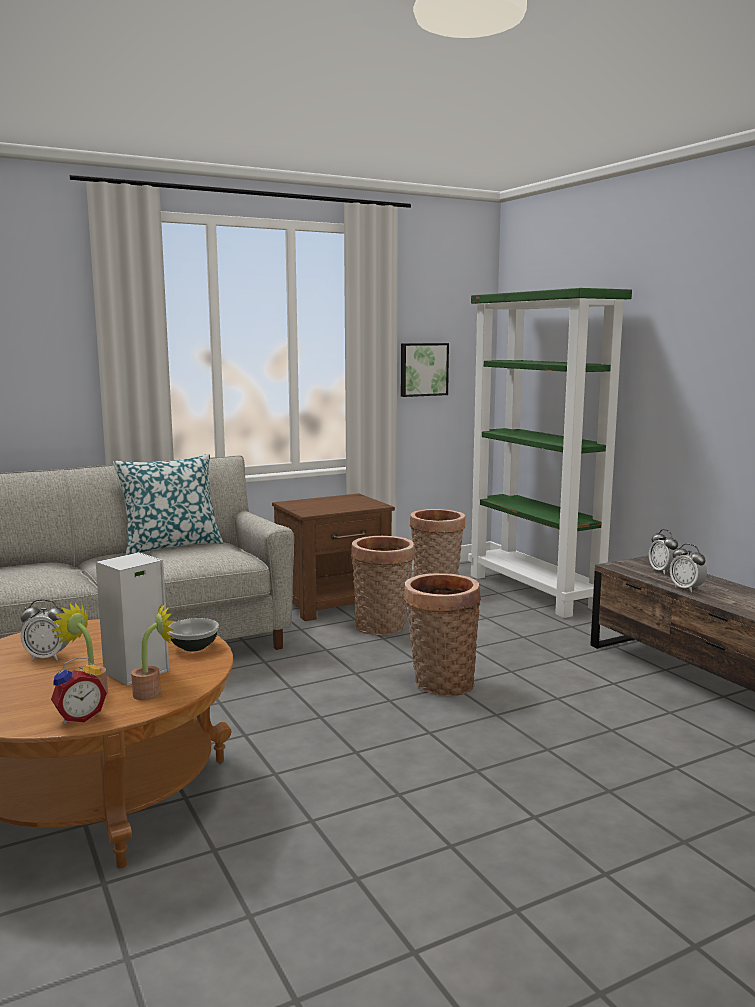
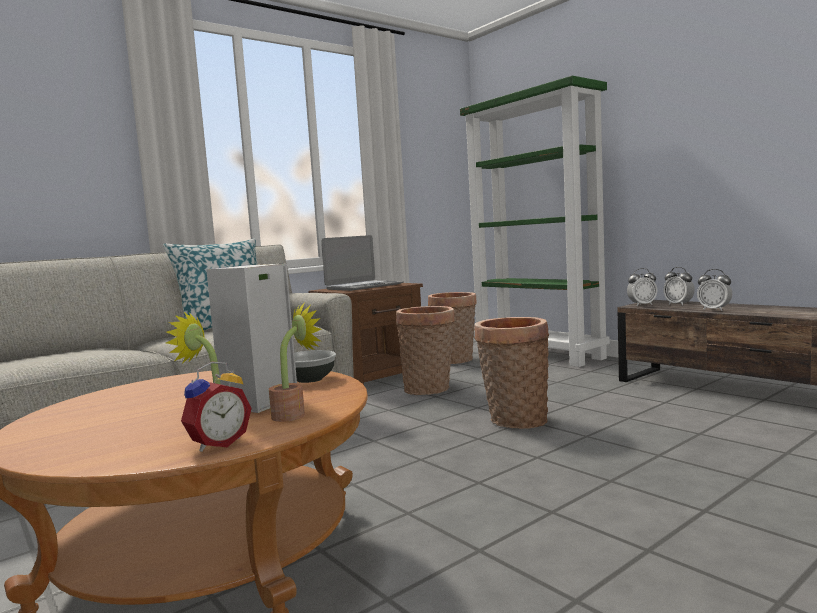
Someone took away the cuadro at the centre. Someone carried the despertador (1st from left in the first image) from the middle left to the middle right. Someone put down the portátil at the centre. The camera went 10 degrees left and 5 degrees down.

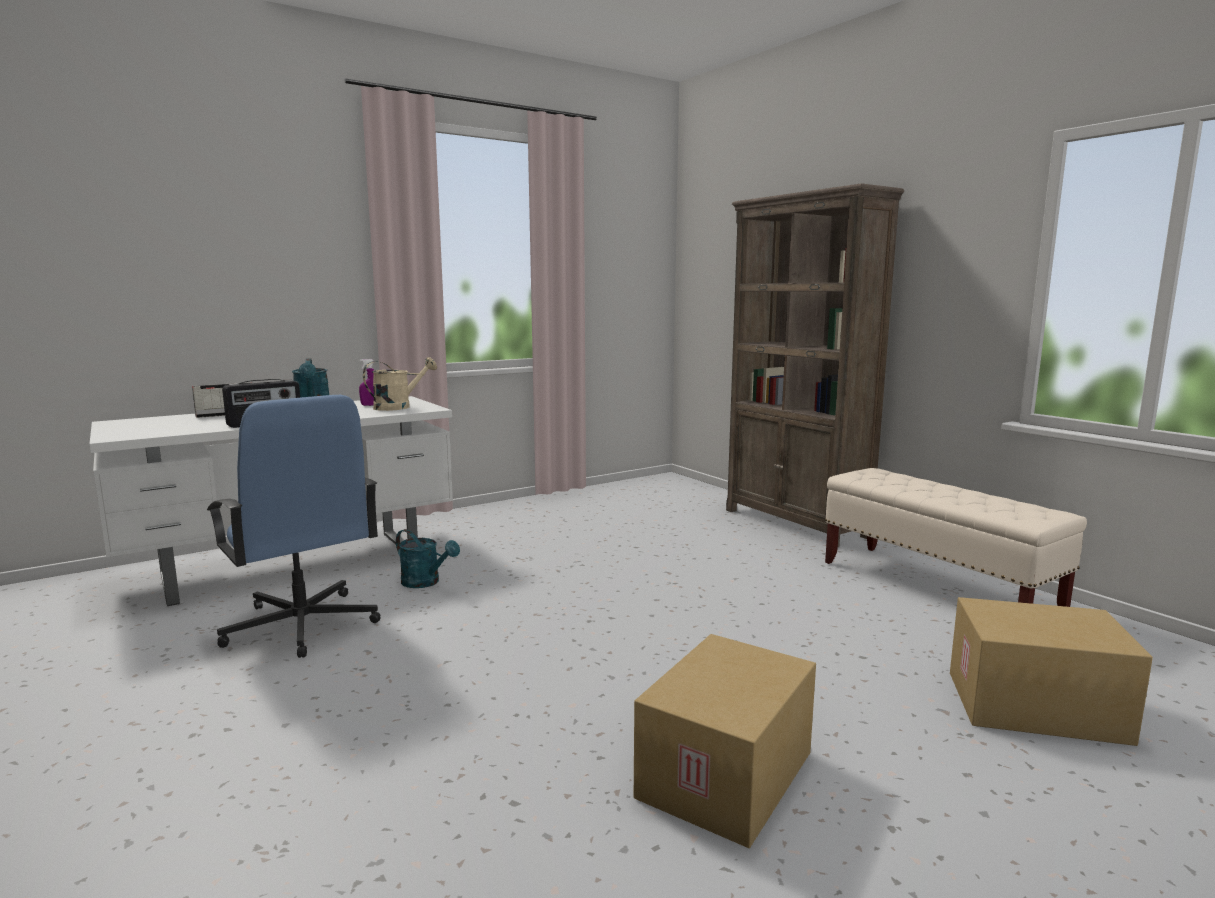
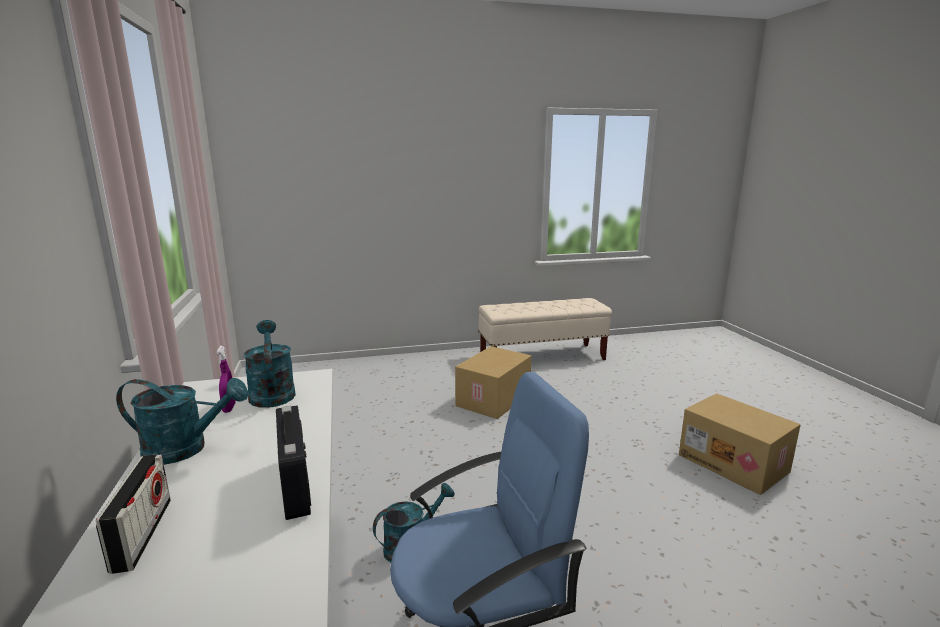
Someone took away the estantería (marrón) at the middle right. Someone repainted the regadera (beis) at the middle left, which became the regadera (turquesa) (2nd from left) at the middle left. Someone carried the caja de cartón (2nd from left in the first image) from the bottom right to the centre. The camera went 70 degrees left and 5 degrees up.

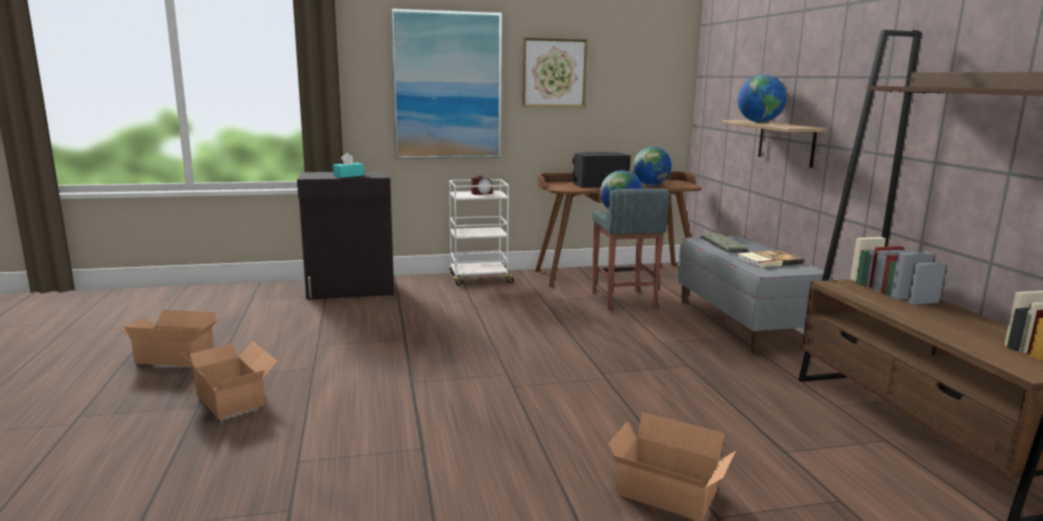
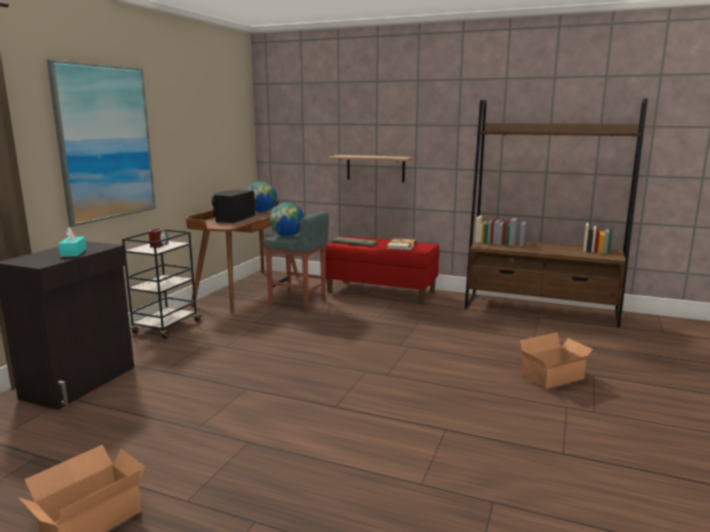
Someone took away the cuadro (2nd from left) at the top centre. Someone took away the globo terráqueo (3rd from left) at the top right. Someone repainted the carrito (blanco) at the centre, which became the carrito (negro) at the middle left. Someone repainted the banco (gris) at the middle right, which became the banco (rojo) at the centre. Someone took away the caja de cartón (2nd from left) at the bottom left. The camera went 55 degrees left and 0 degrees up.

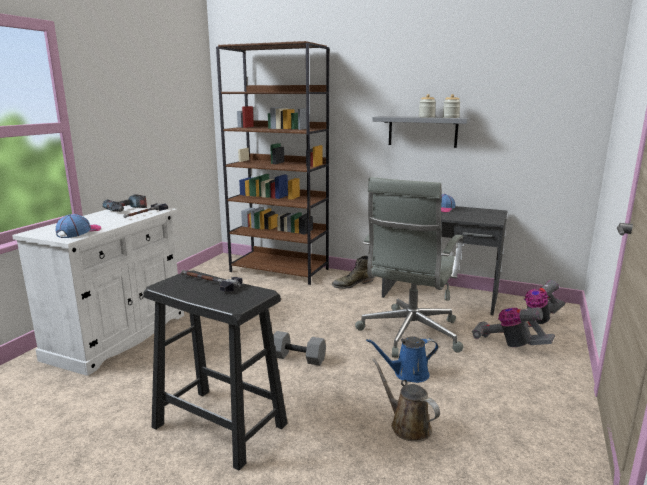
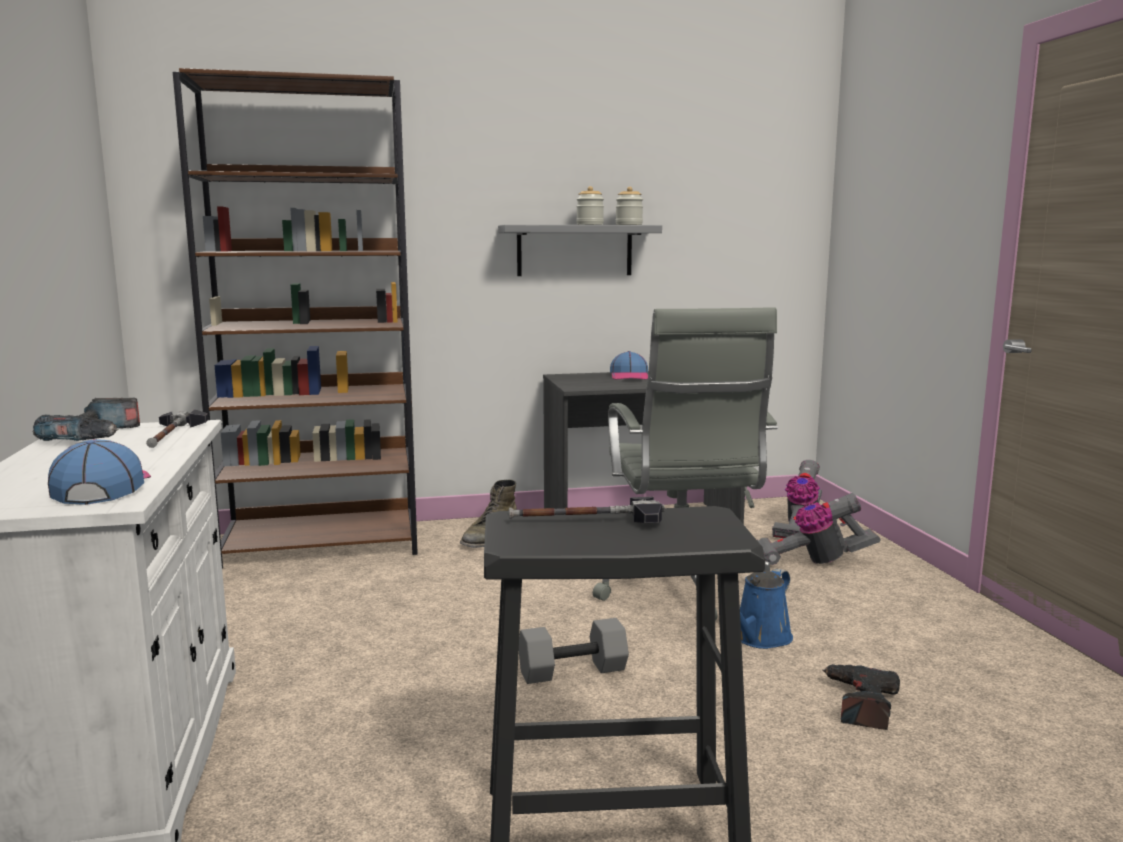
Someone swapped the regadera (marrón) at the bottom centre for the taladro (2nd from left) at the bottom right. The camera went 35 degrees left and 5 degrees down.

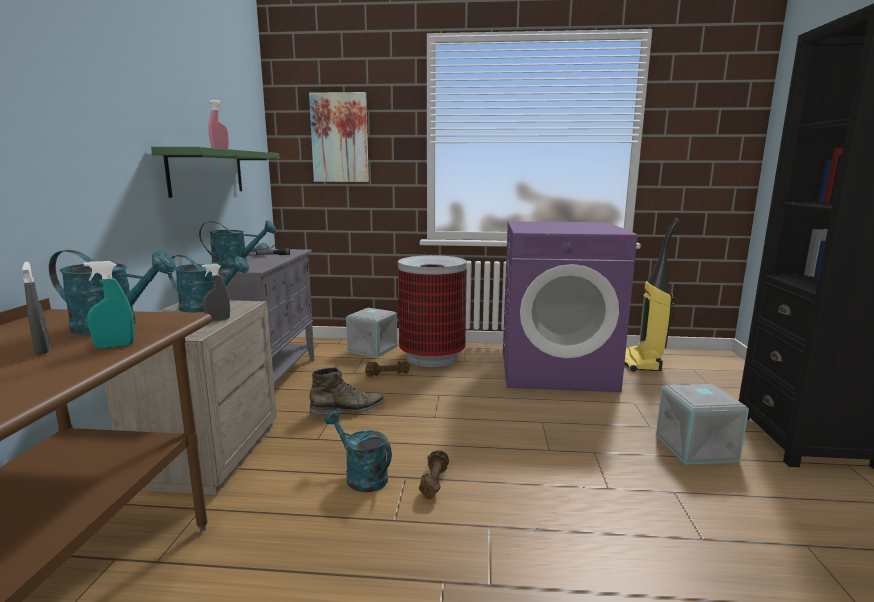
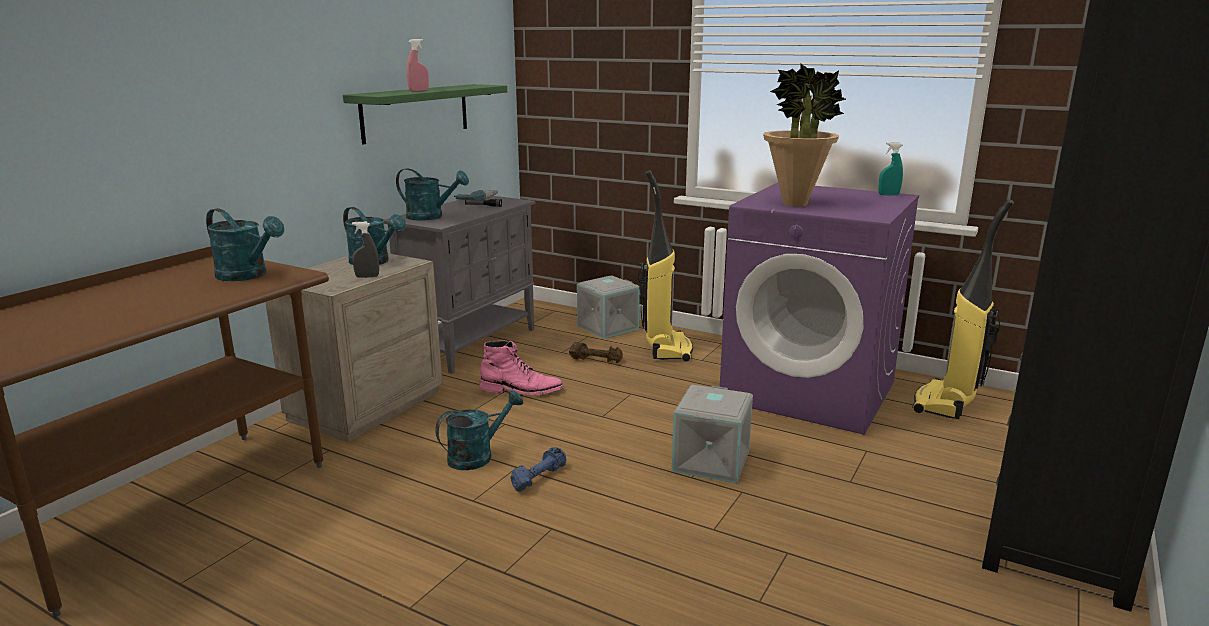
Someone took away the cuadro at the top centre. Someone swapped the papelera at the centre for the aspiradora (1st from left) at the centre. Someone carried the pulverizador (turquesa) from the middle left to the top right. Someone took away the pulverizador (gris) (1st from left) at the middle left. Someone repainted the bota (verde) at the centre, which became the bota (rosa) at the centre. Someone carried the caja de almacenaje (gris) (2nd from left) from the bottom right to the bottom centre. Someone rotated the regadera (turquesa) (4th from left) at the bottom centre by 75 degrees clockwise. Someone repainted the mancuerna (marrón) (2nd from left) at the bottom centre, which became the mancuerna (azul) at the bottom centre. Someone put down the planta en maceta at the top centre. The camera went 25 degrees right and 5 degrees up.

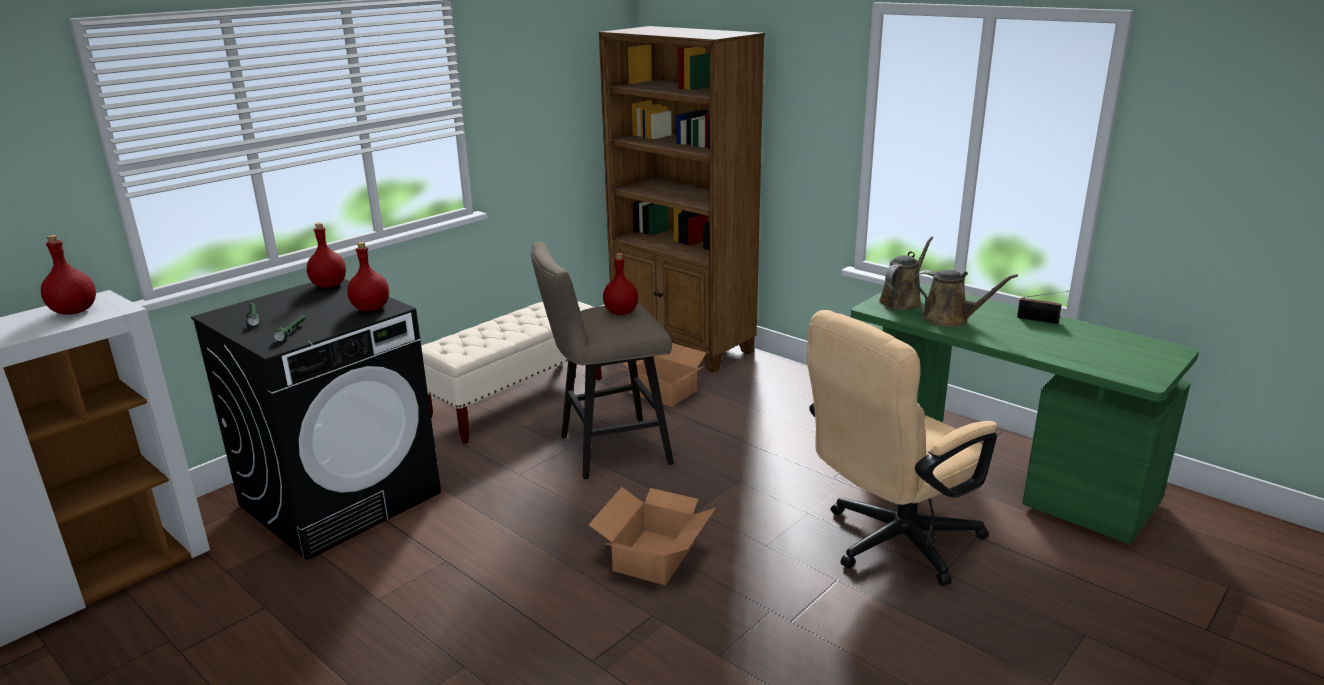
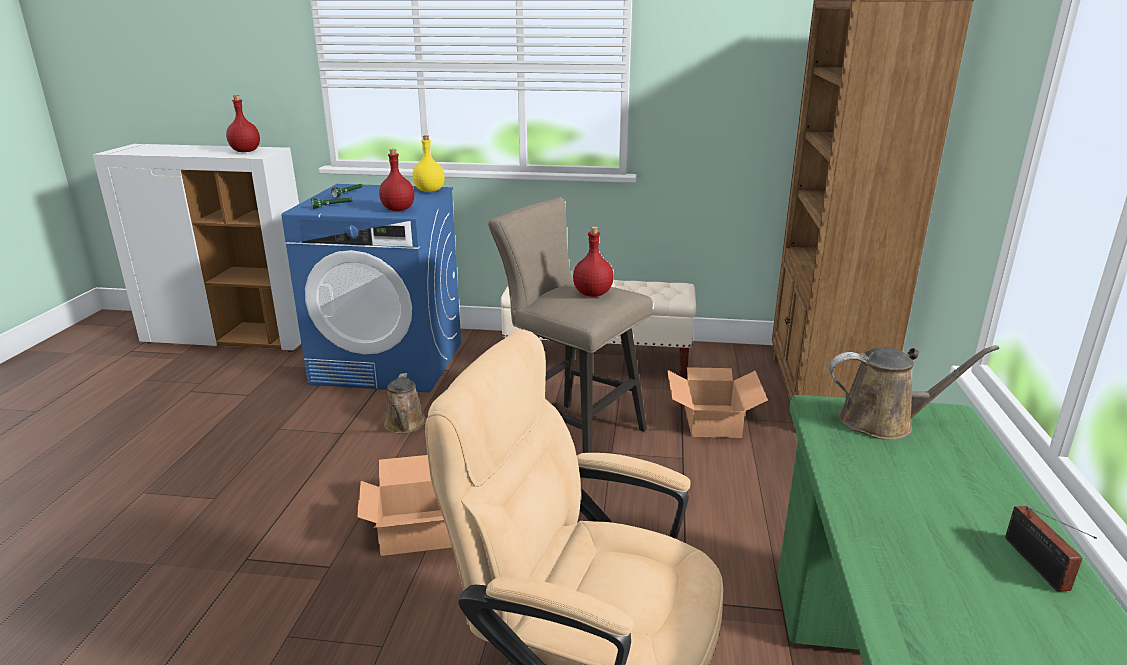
Someone repainted the botella (rojo) (2nd from left) at the middle left, which became the botella (amarillo) at the top centre. Someone carried the regadera (marrón) (2nd from left in the first image) from the middle right to the centre. Someone repainted the lavadora (negro) at the middle left, which became the lavadora (azul) at the middle left. The camera went 55 degrees right and 0 degrees up.

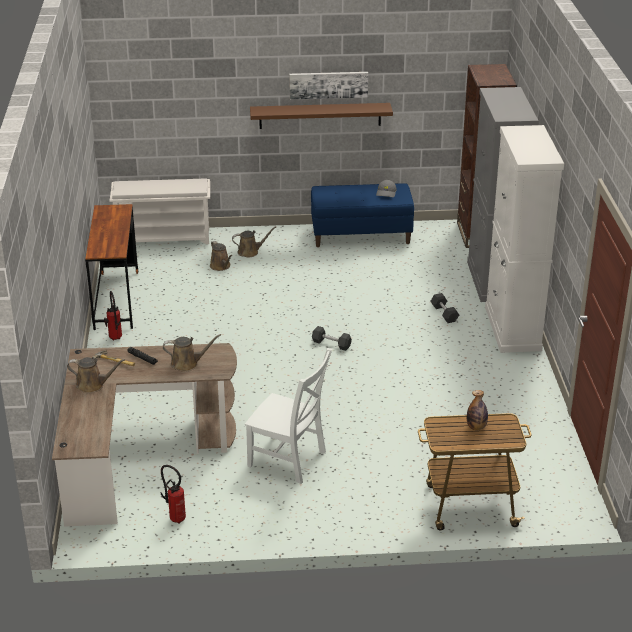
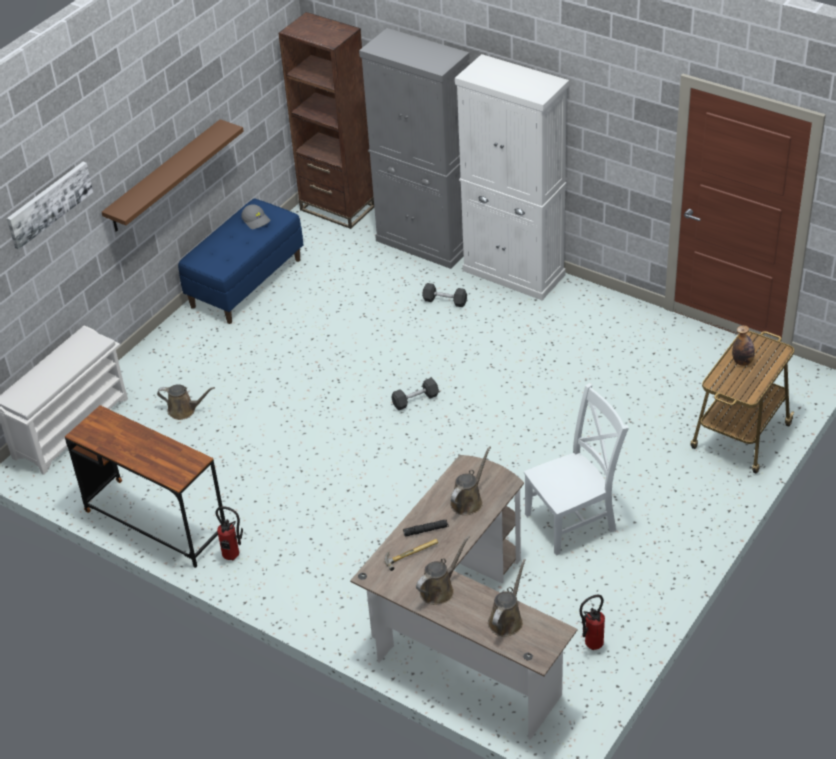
Someone carried the cuadro from the top centre to the top left. Someone carried the regadera (marrón) (4th from left) from the centre to the bottom centre. The camera went 50 degrees left and 10 degrees up.

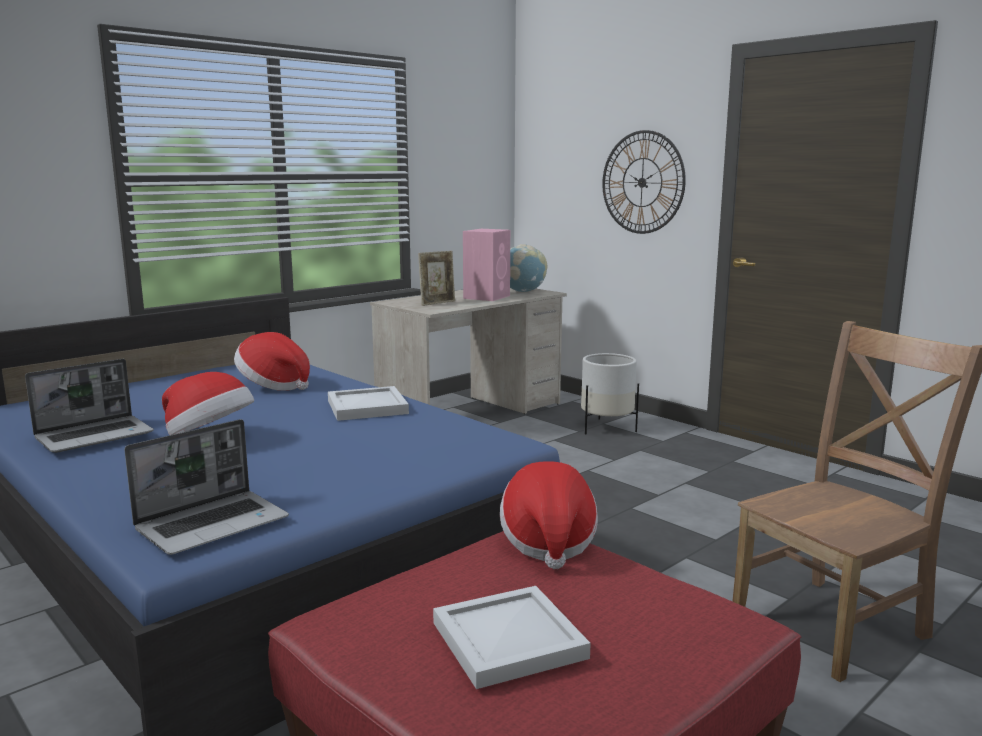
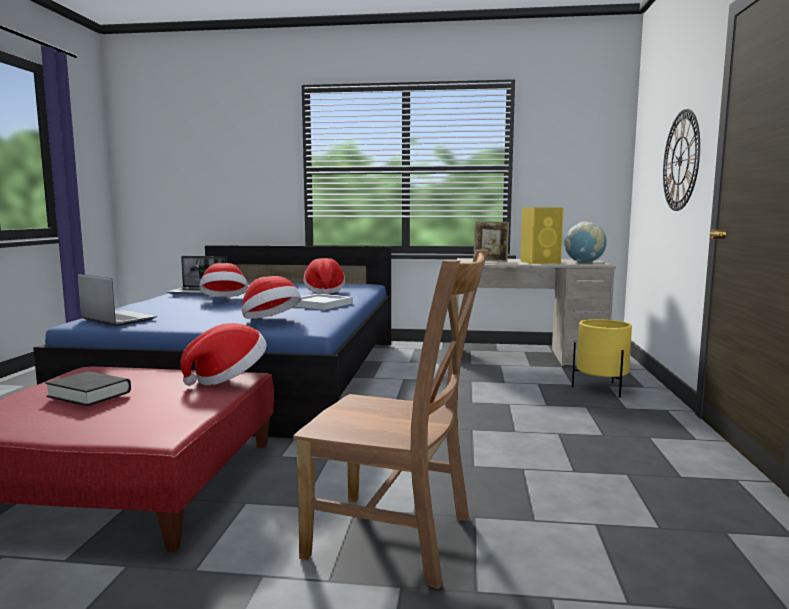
Someone repainted the altavoz (rosa) at the centre, which became the altavoz (amarillo) at the middle right. Someone repainted the maceta (blanco) at the centre, which became the maceta (amarillo) at the middle right. Someone rotated the portátil (2nd from left in the first image) at the middle left by 150 degrees counterclockwise. Someone swapped the bandeja (blanco) (2nd from left) at the bottom centre for the libro (negro) at the middle left. Someone put down the sombrero (3rd from left) at the centre. The camera went 50 degrees right and 5 degrees down.

